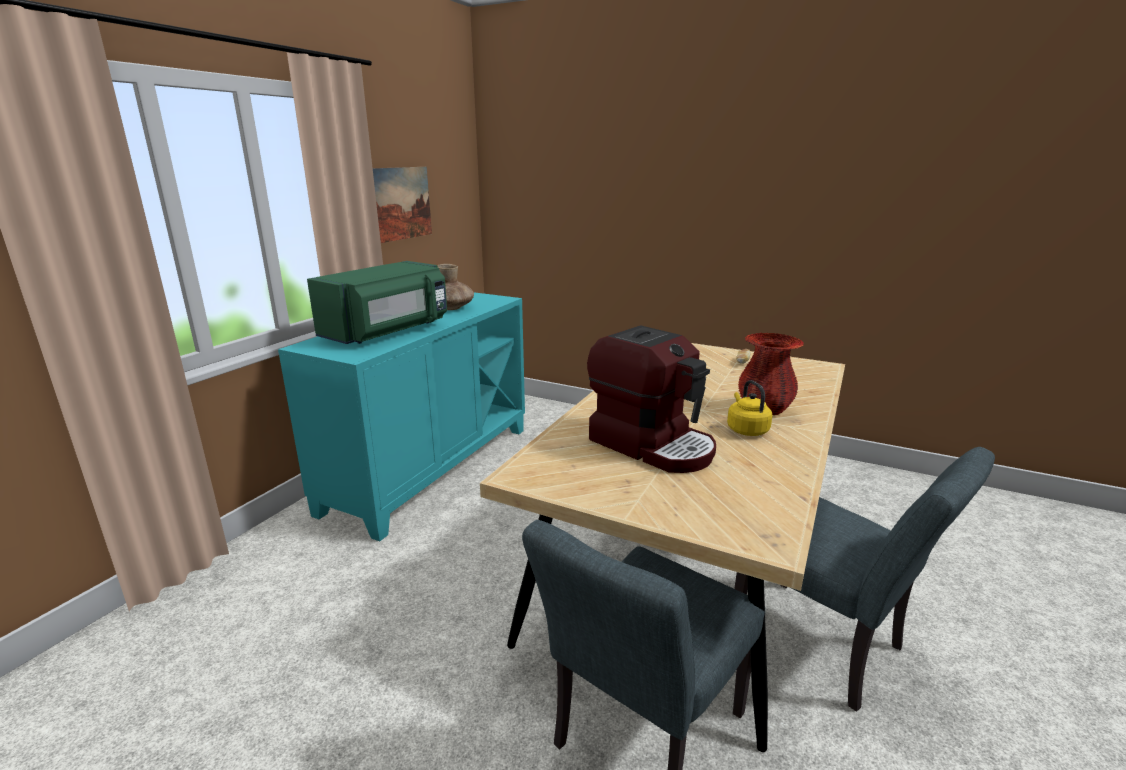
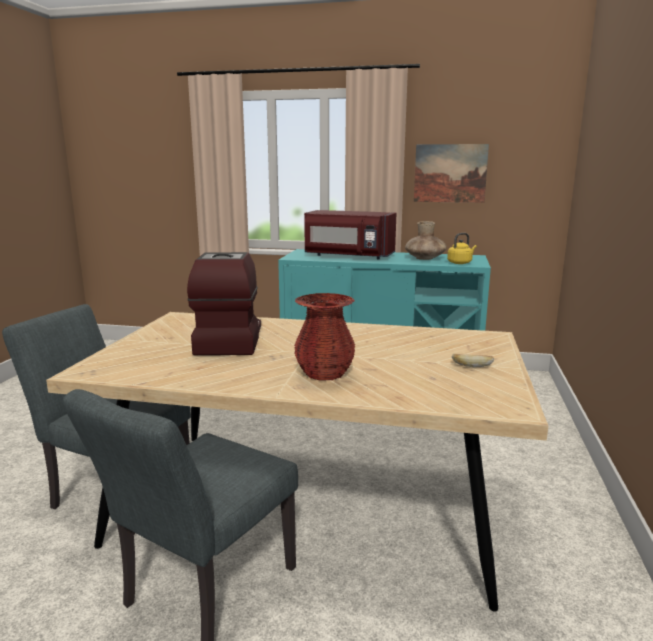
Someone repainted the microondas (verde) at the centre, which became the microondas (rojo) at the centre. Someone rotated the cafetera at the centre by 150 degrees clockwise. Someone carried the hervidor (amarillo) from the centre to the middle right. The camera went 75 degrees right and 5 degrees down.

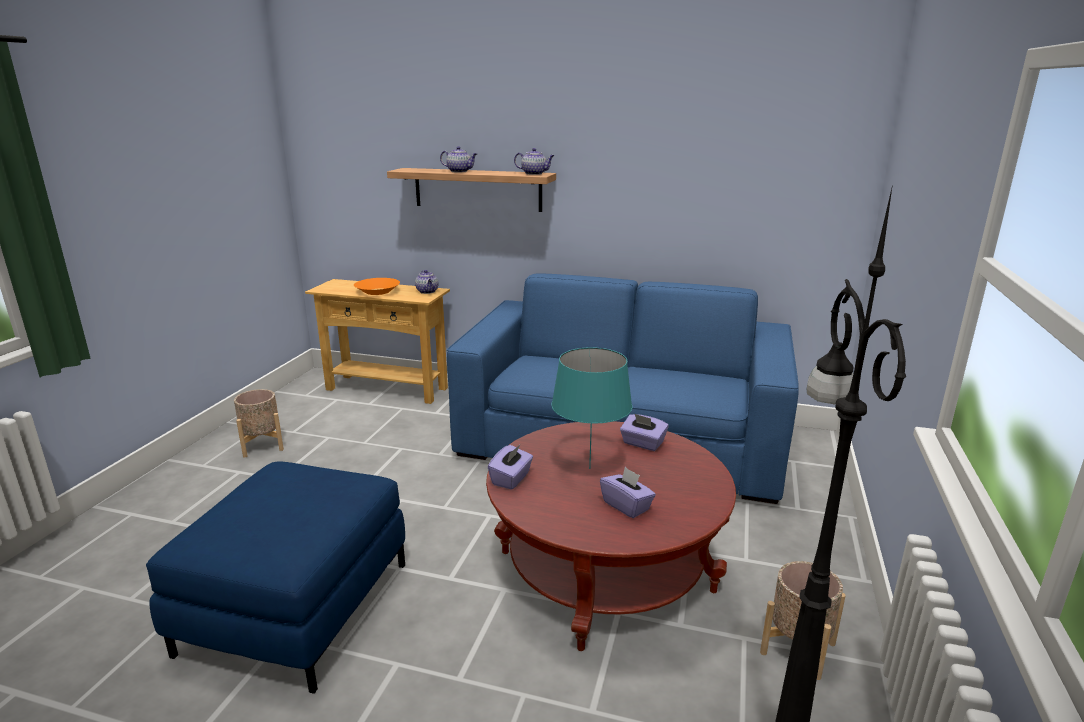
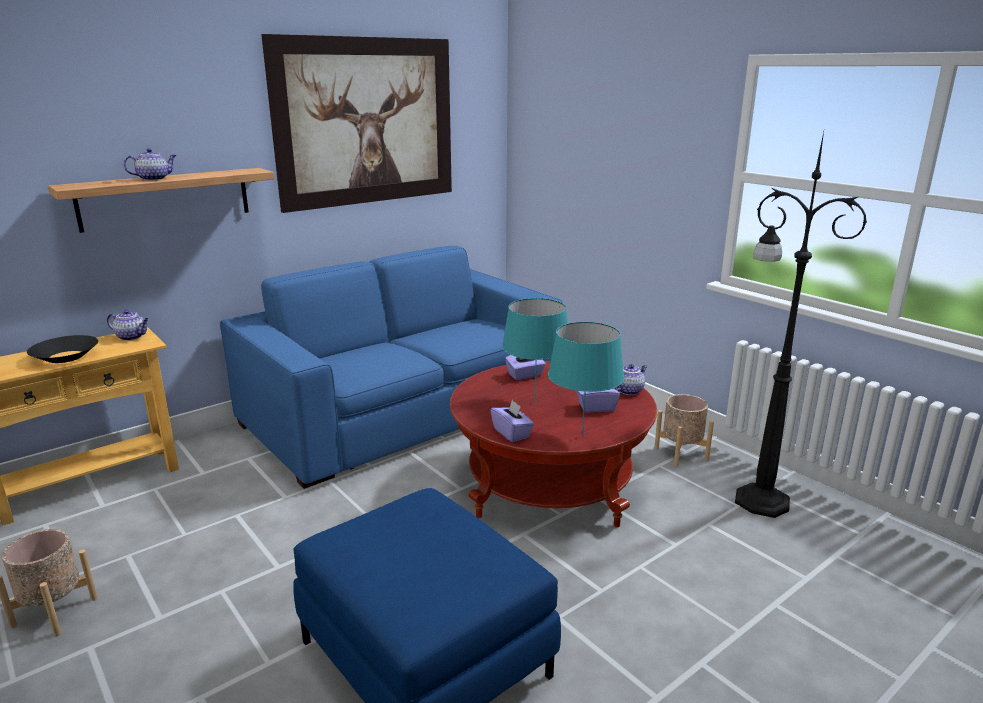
Someone carried the tetera (3rd from left) from the top centre to the centre. Someone repainted the cuenco (naranja) at the centre, which became the cuenco (negro) at the middle left. Someone put up the cuadro at the top centre. Someone put down the lámpara de mesa (turquesa) (2nd from left) at the centre. The camera went 55 degrees left and 0 degrees up.

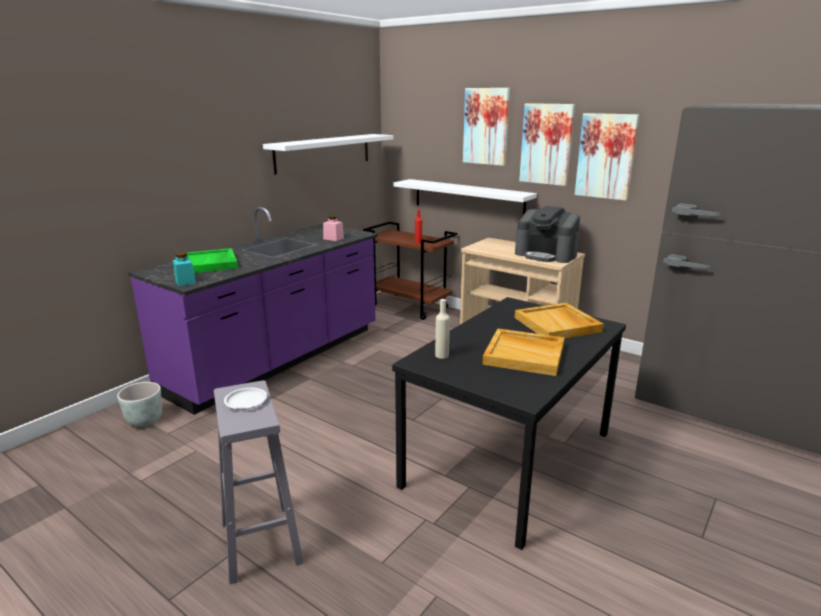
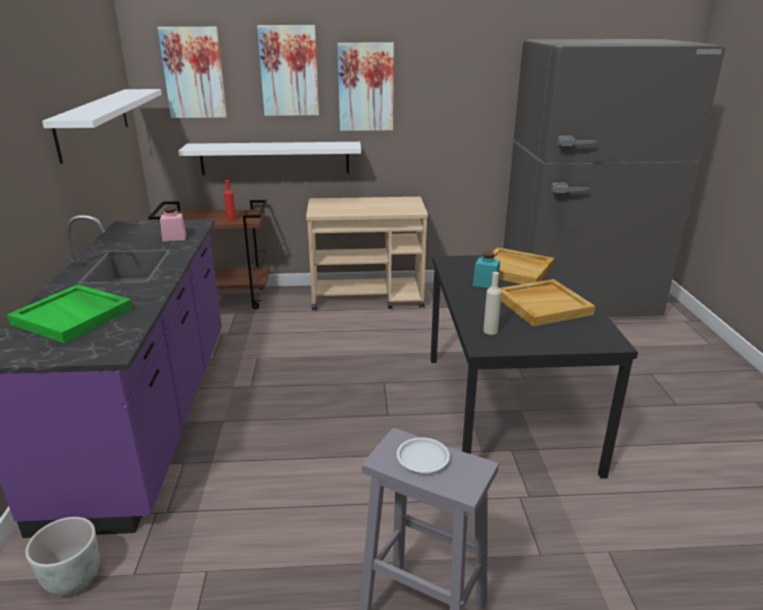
Someone carried the cuadro (3rd from left in the first image) from the top right to the top left. Someone took away the cafetera at the centre. Someone carried the tarro (turquesa) from the middle left to the centre. The camera went 40 degrees left and 5 degrees up.

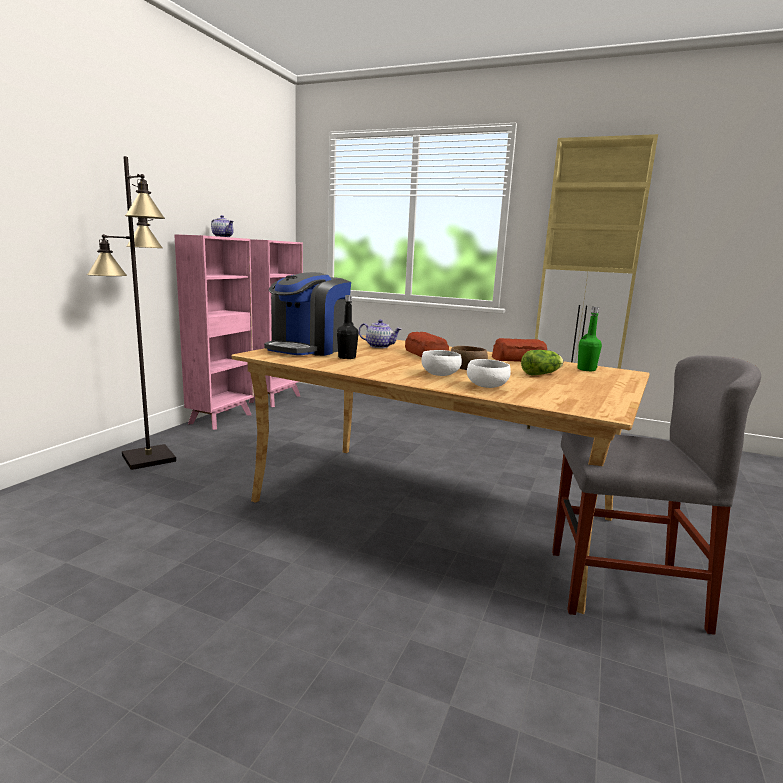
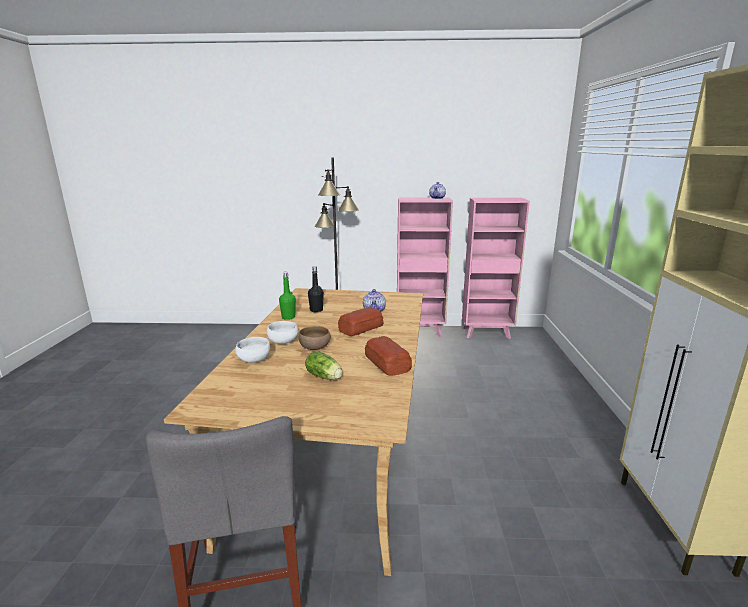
Someone took away the cafetera at the centre. Someone carried the botella (verde) from the middle right to the centre. The camera went 70 degrees right and 5 degrees up.

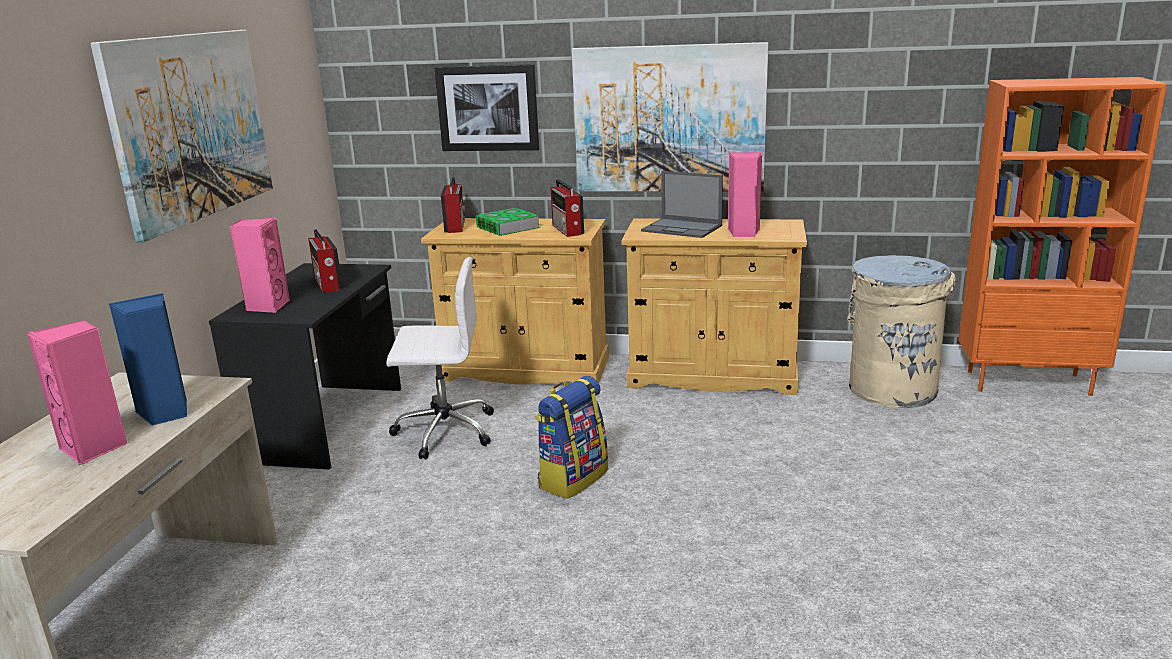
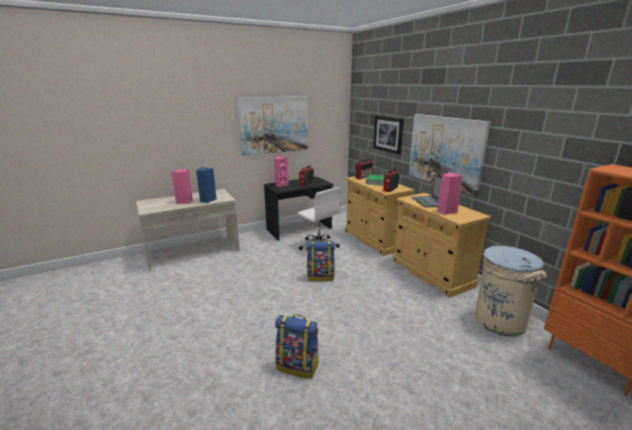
Someone put down the mochila (1st from left) at the bottom centre. The camera went 50 degrees right and 0 degrees up.

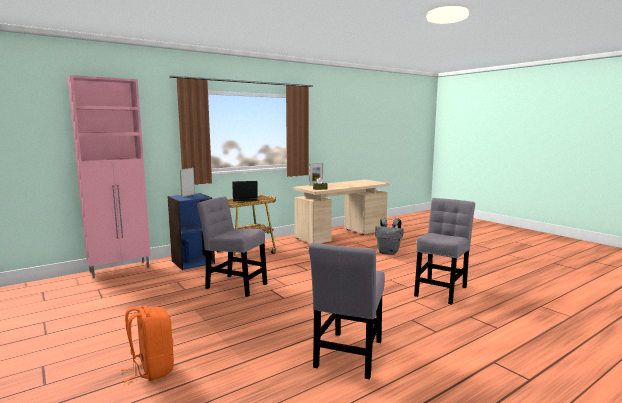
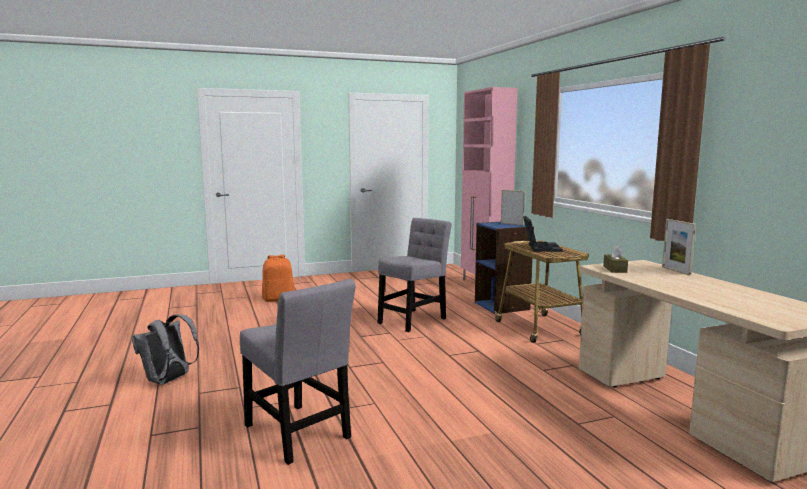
Someone carried the mochila (gris) from the centre to the bottom left. Someone took away the silla (gris) (2nd from left) at the bottom centre. The camera went 105 degrees right and 0 degrees up.

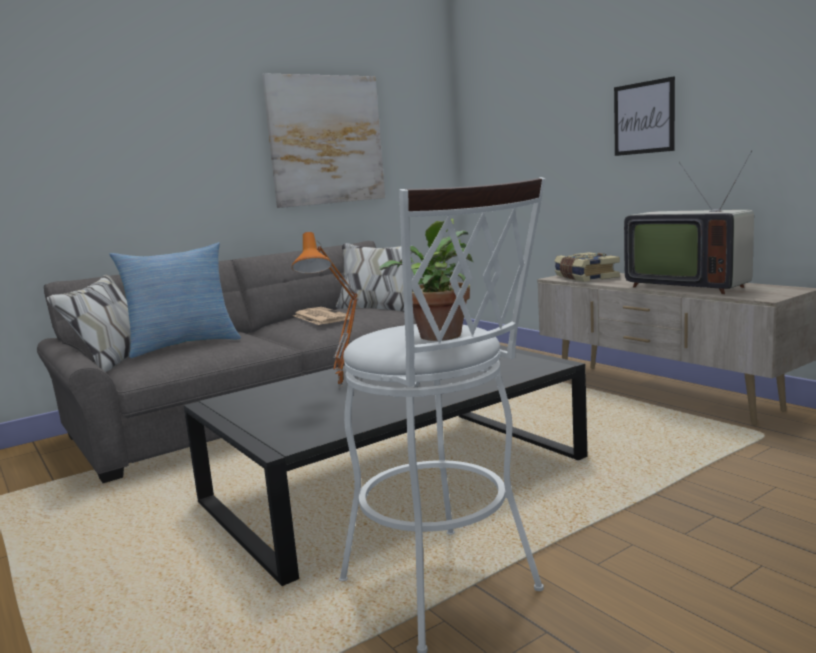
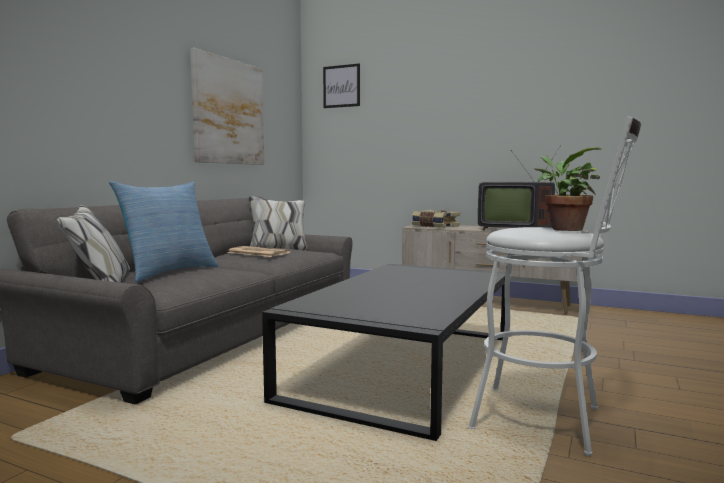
Someone carried the cuadro (2nd from left) from the top right to the top centre. Someone took away the lámpara de mesa (naranja) at the centre. The camera went 30 degrees left and 5 degrees down.

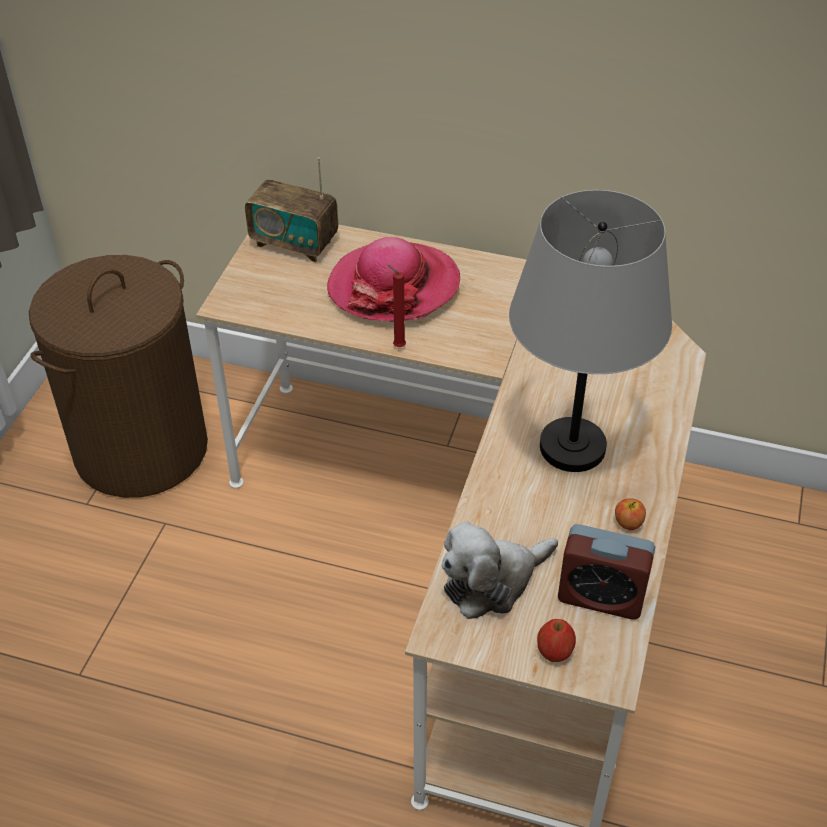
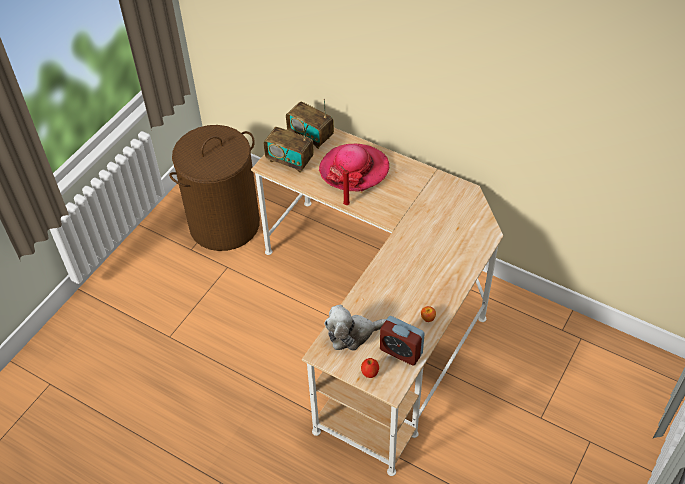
Someone took away the lámpara de mesa (gris) at the middle right. Someone put down the radio (1st from left) at the top centre. The camera went 15 degrees right and 5 degrees up.

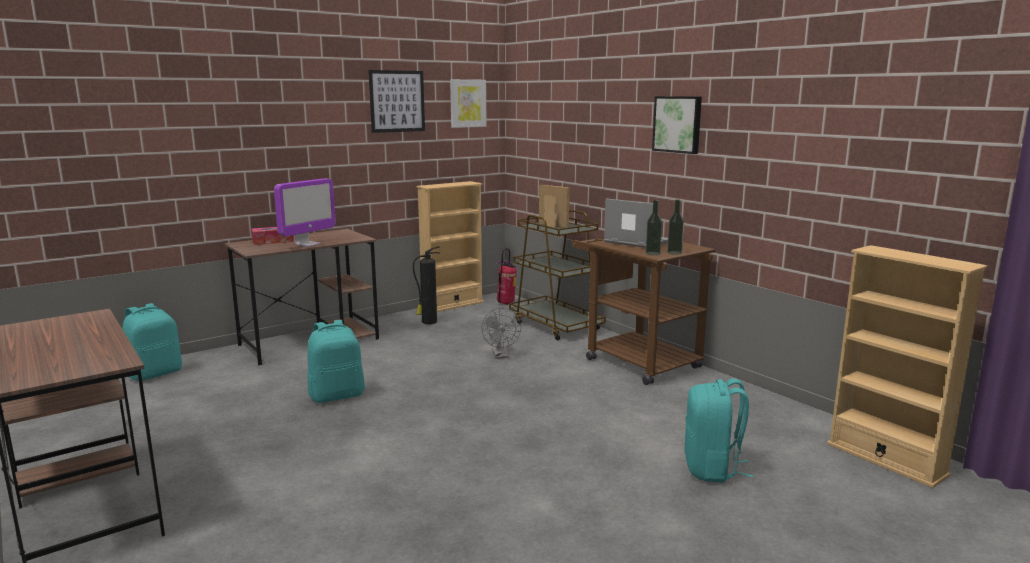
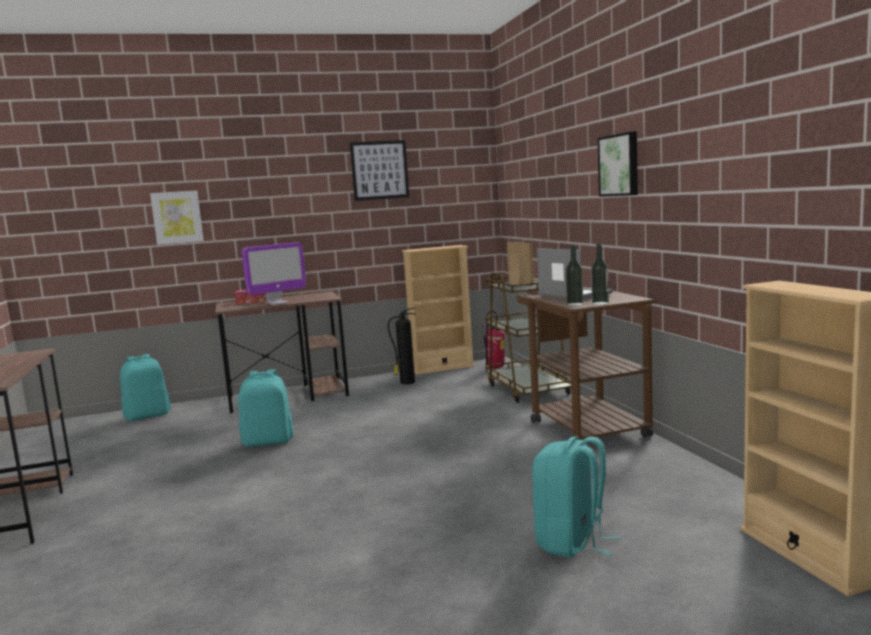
Someone carried the cuadro (2nd from left in the first image) from the top centre to the middle left. Someone took away the ventilador (gris) at the centre. The camera went 20 degrees right and 5 degrees down.

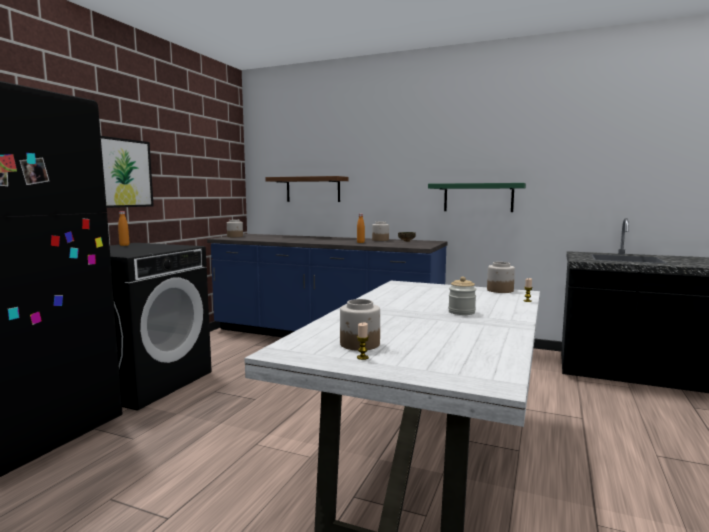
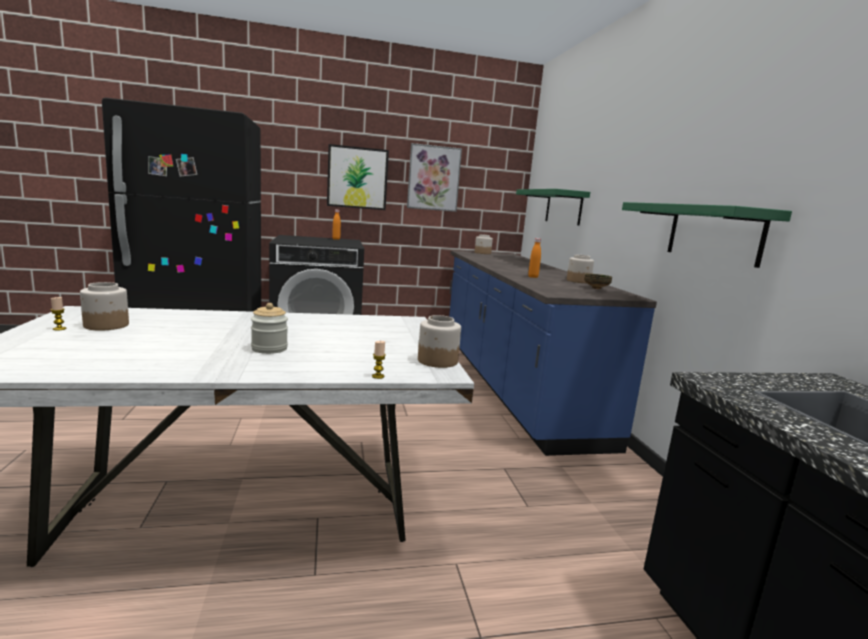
Someone repainted the estante (marrón) at the centre, which became the estante (verde) (1st from left) at the top centre. Someone put up the cuadro (2nd from left) at the top centre. The camera went 55 degrees right and 5 degrees up.

